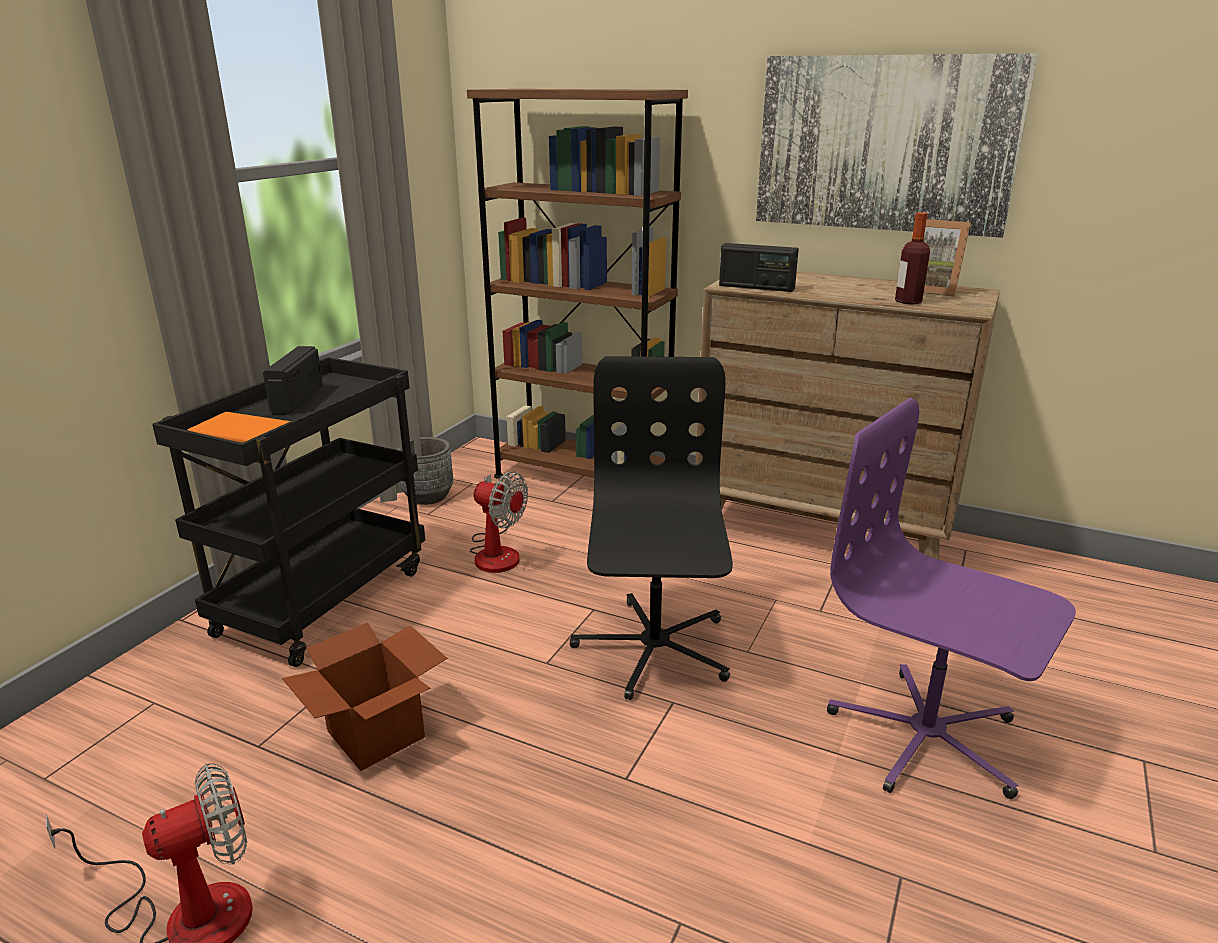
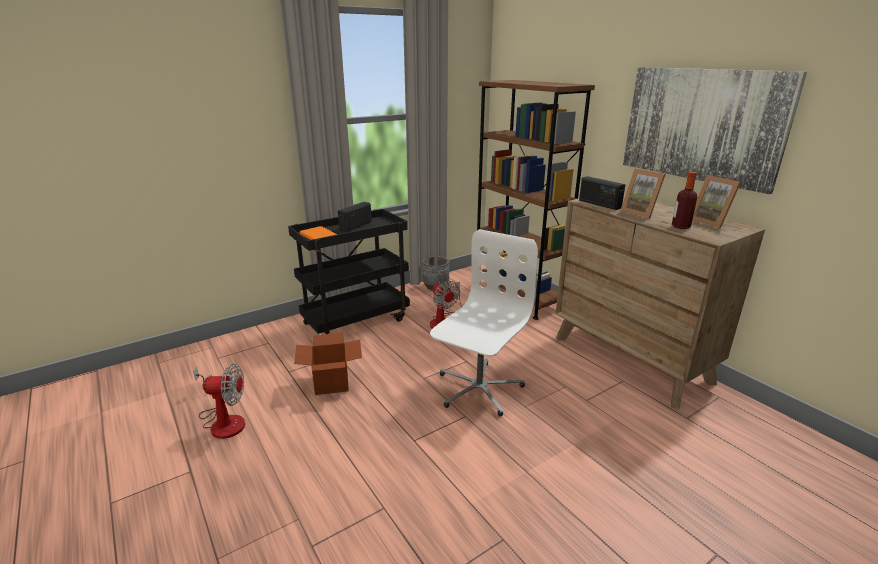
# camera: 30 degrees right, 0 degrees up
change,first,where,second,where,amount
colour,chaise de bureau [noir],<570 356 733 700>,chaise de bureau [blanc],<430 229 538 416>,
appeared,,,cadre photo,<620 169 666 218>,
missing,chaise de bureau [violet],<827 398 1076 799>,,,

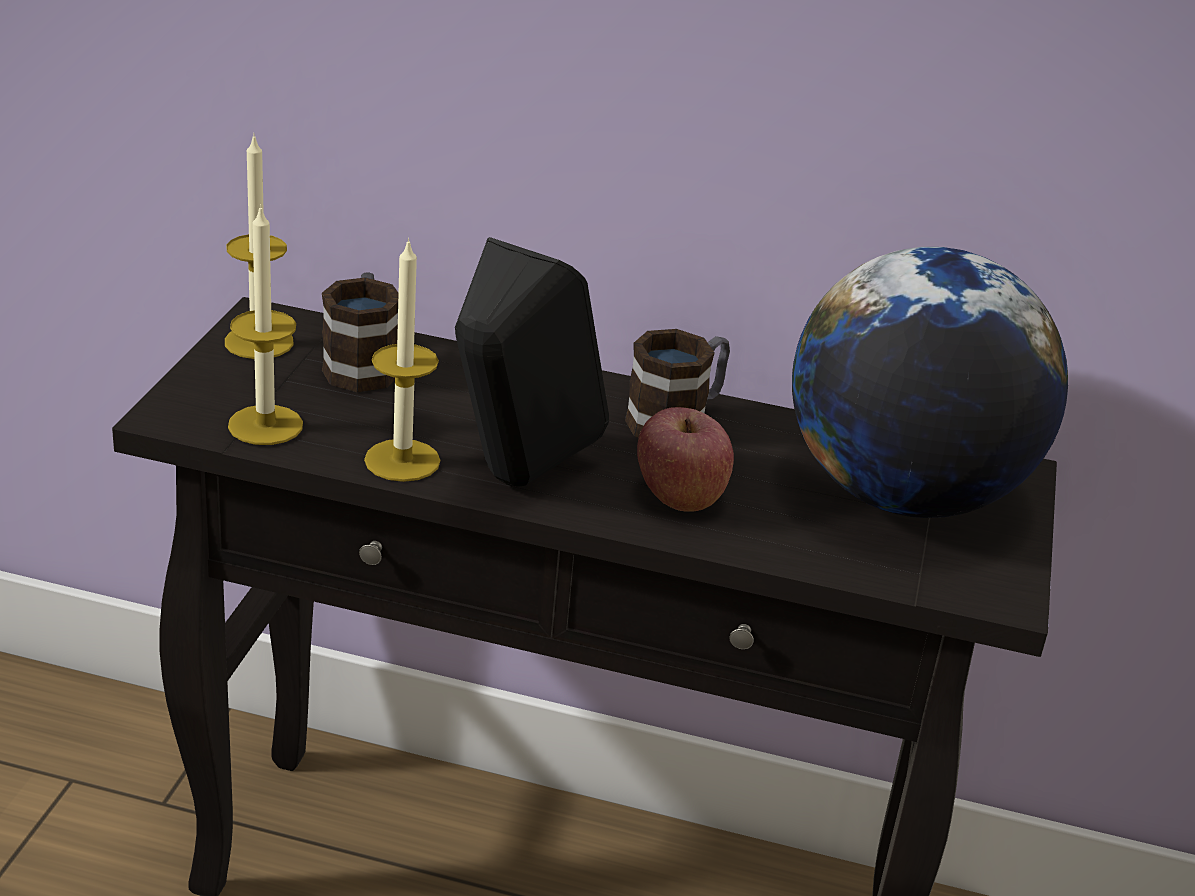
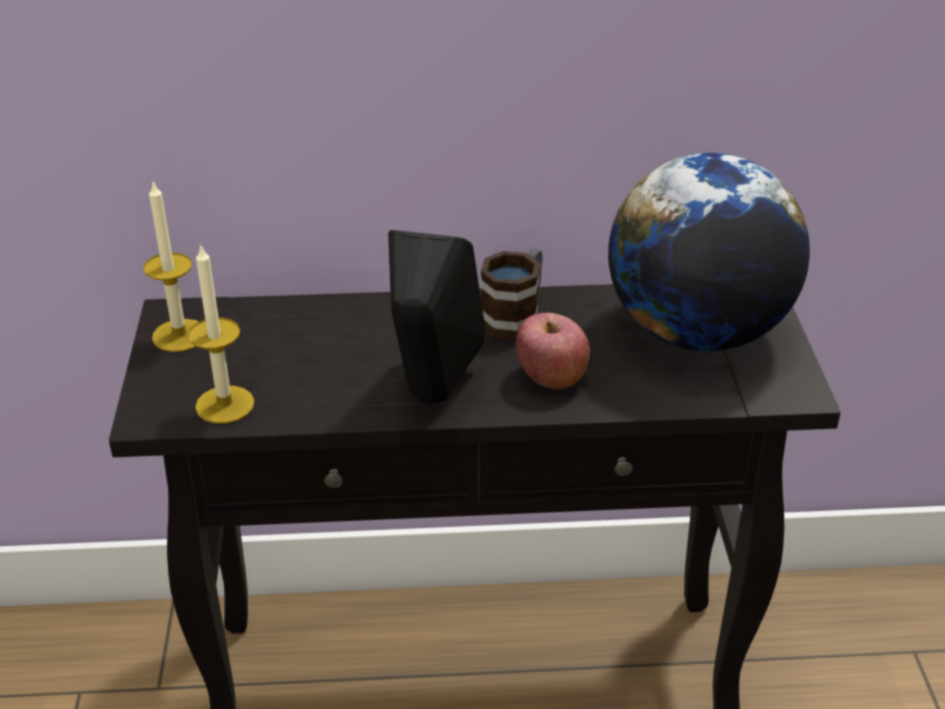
# camera: 15 degrees left, 5 degrees up
change,first,where,second,where,amount
missing,mug,<322 272 399 392>,,,
missing,bougie,<364 238 440 482>,,,

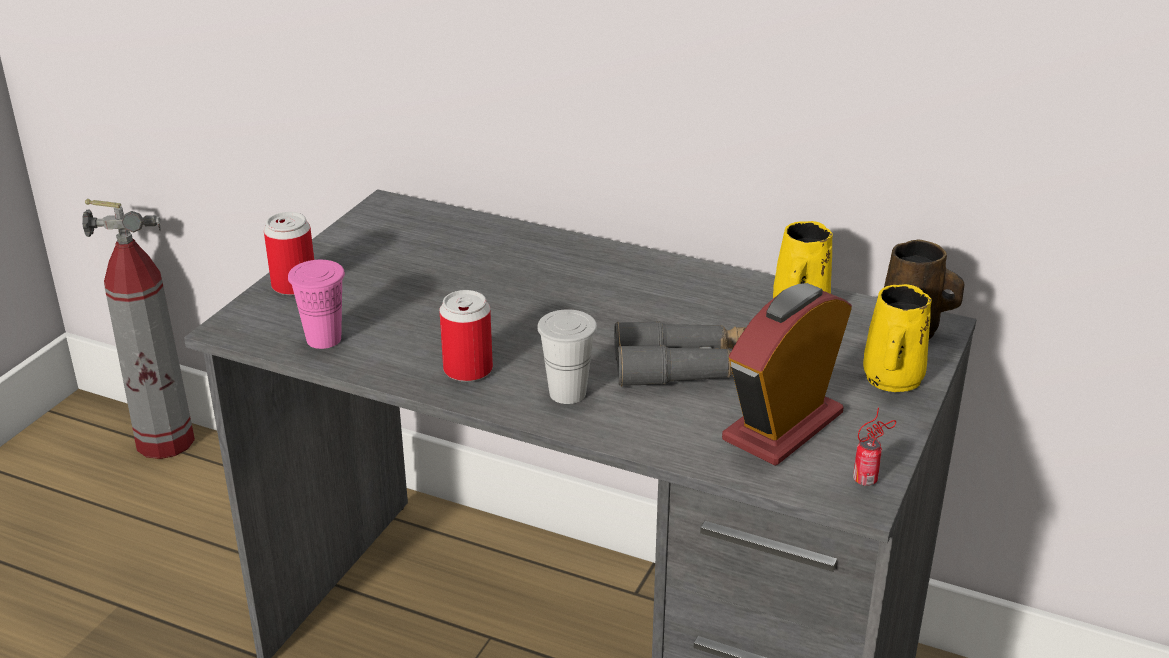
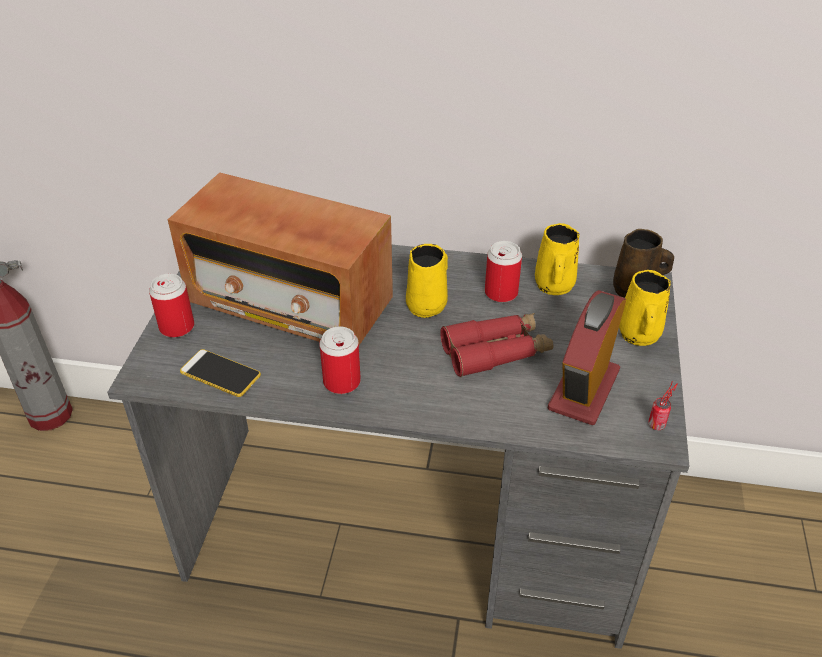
# camera: 15 degrees left, 10 degrees up
change,first,where,second,where,amount
appeared,,,radio,<168 172 393 345>,
exchanged,tasse [rose],<288 260 345 349>,téléphone,<180 349 261 397>,
appeared,,,mug [jaune],<406 244 448 318>,
colour,jumelles [gris],<614 321 746 387>,jumelles [rouge],<440 313 553 377>,
appeared,,,boîte métallique,<485 241 522 303>,
missing,tasse [blanc],<537 309 597 404>,,,

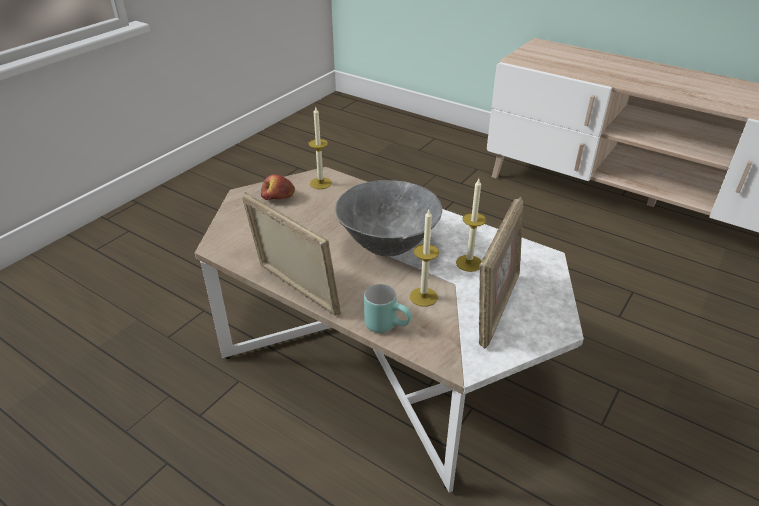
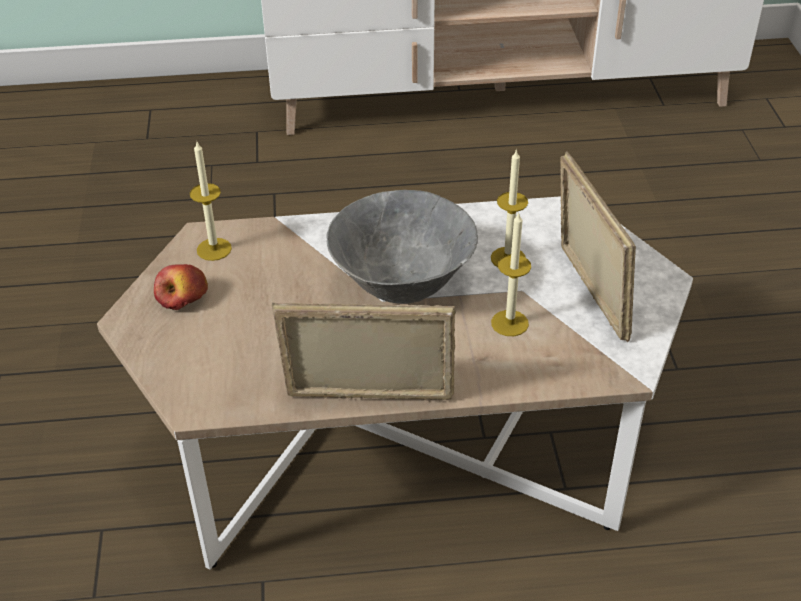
# camera: 40 degrees left, 5 degrees up
change,first,where,second,where,amount
missing,mug [turquoise],<364 284 411 333>,,,

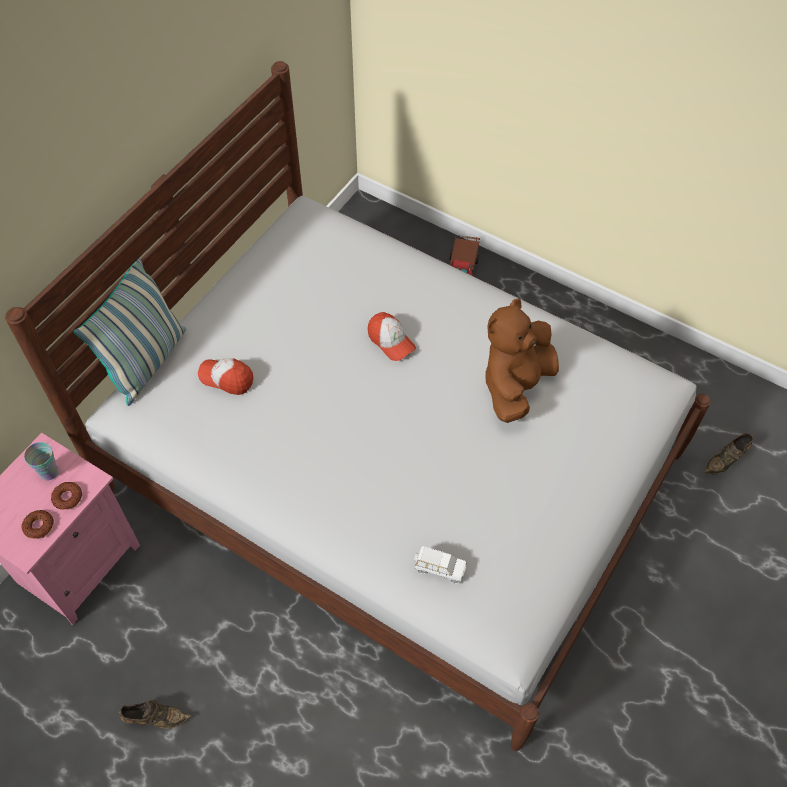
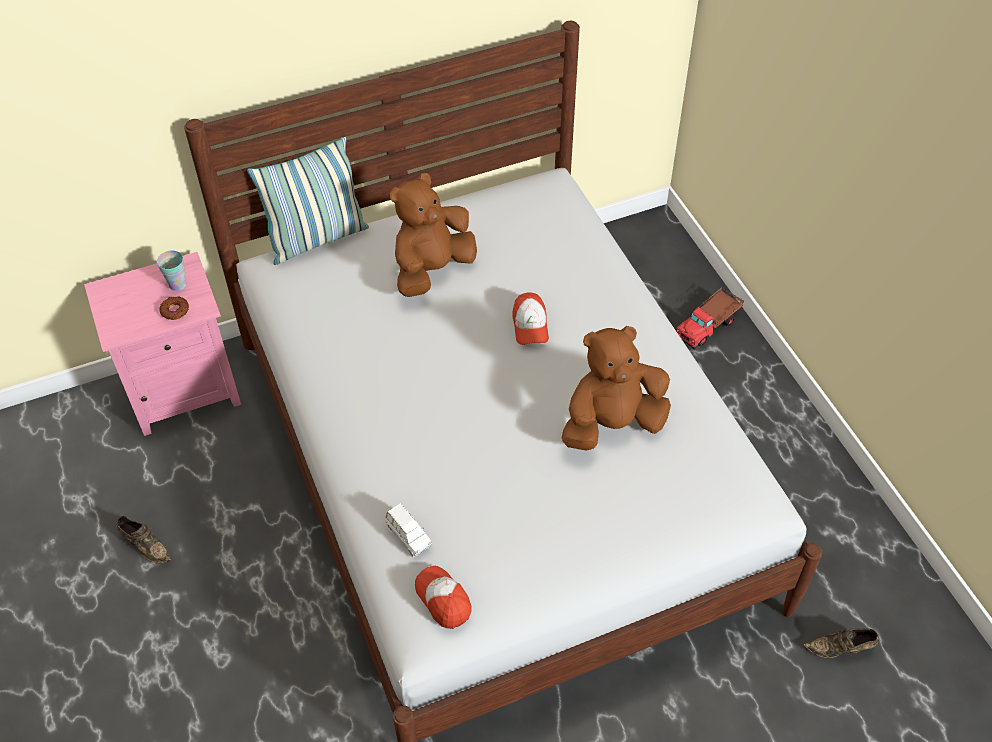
# camera: 35 degrees right, 5 degrees down
change,first,where,second,where,amount
appeared,,,peluche [marron],<390 173 477 297>,
relocated,casquette,<198 358 253 395>,,<415 566 472 629>,
missing,beignet,<22 510 54 539>,,,

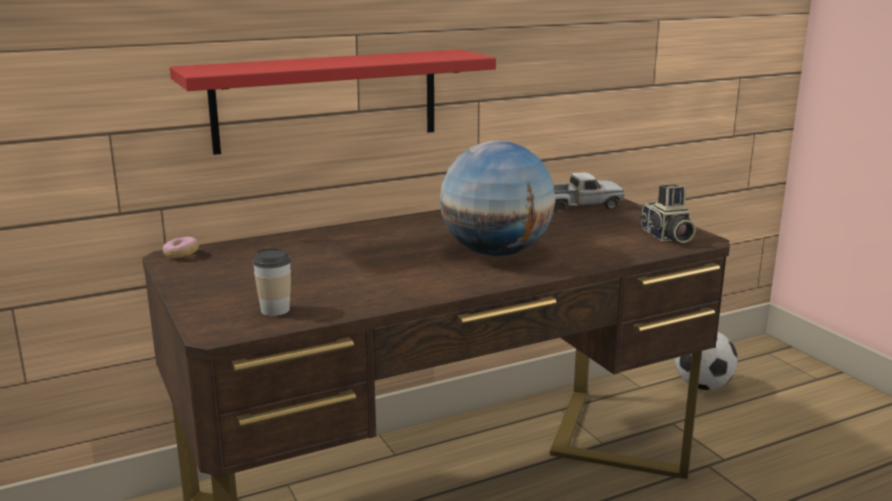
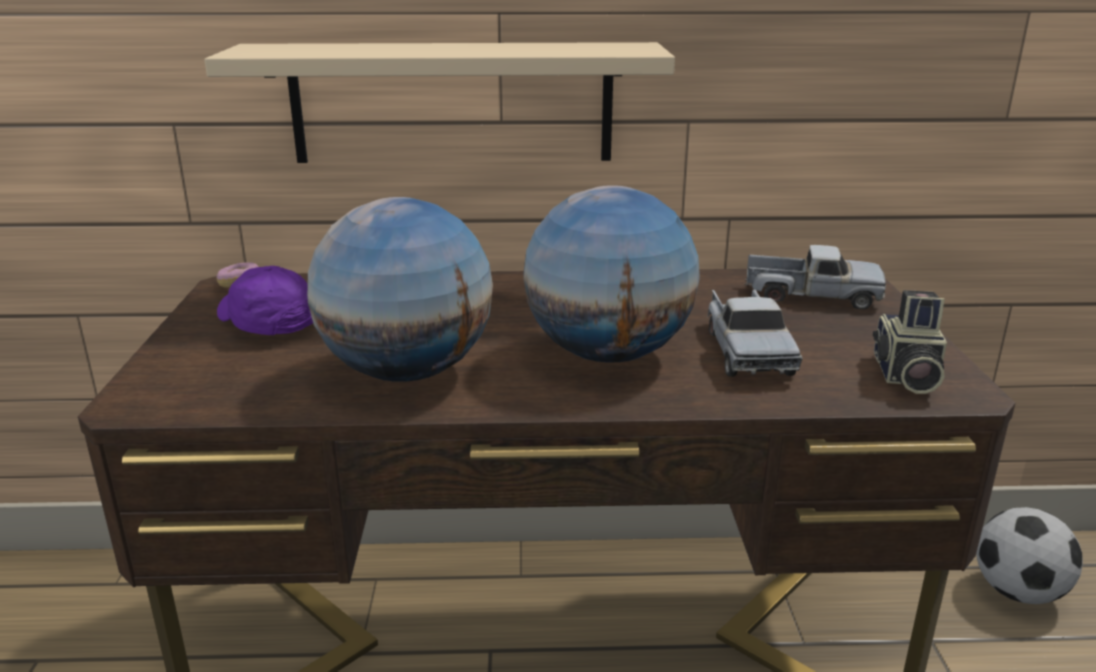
# camera: 25 degrees right, 5 degrees up
change,first,where,second,where,amount
colour,étagère [rouge],<170 49 496 155>,étagère [beige],<204 42 675 163>,
appeared,,,casquette [violet],<217 266 313 335>,
appeared,,,globe,<307 197 493 382>,
appeared,,,camion jouet,<708 289 803 377>,
missing,tasse,<252 248 291 316>,,,

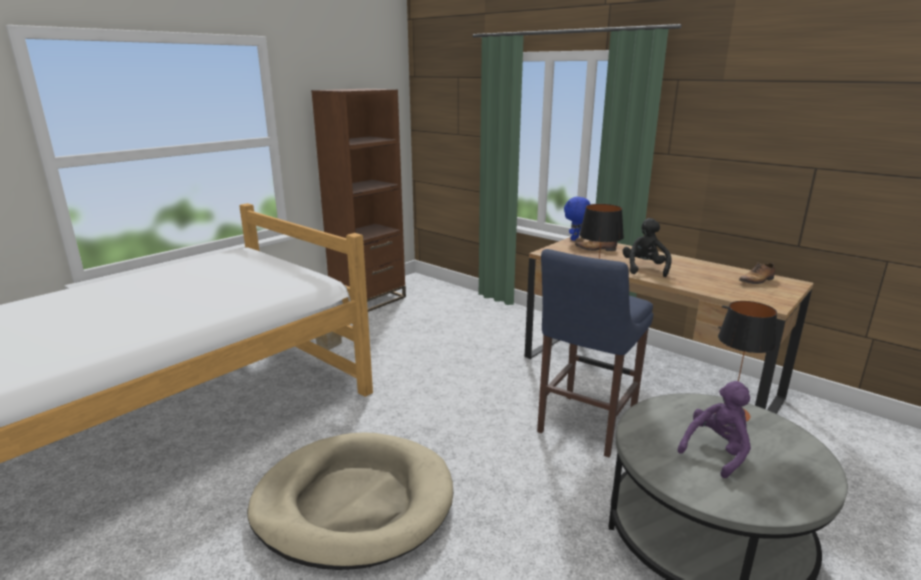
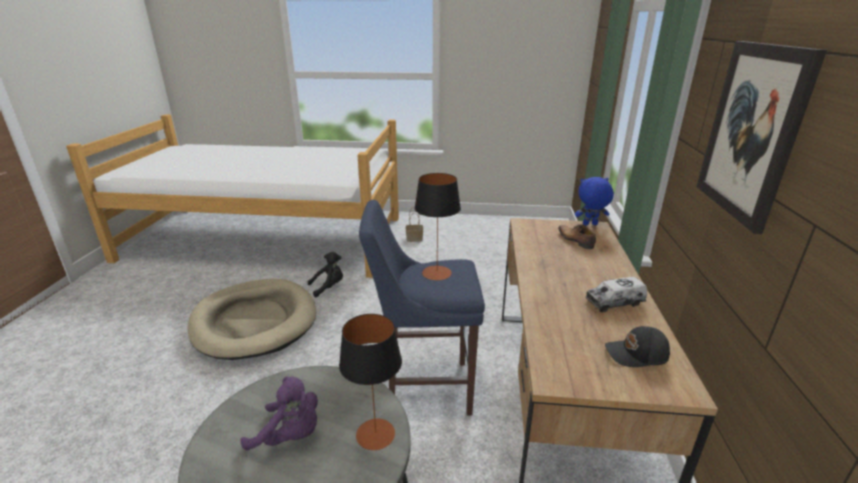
# camera: 55 degrees right, 5 degrees up
change,first,where,second,where,amount
relocated,peluche [noir],<623 218 672 277>,,<308 252 343 297>,
appeared,,,camion jouet,<585 277 647 312>,
exchanged,chaussure,<739 263 775 284>,casquette [noir],<605 326 670 367>,
appeared,,,tableau,<696 41 827 234>,
missing,bibliothèque [marron],<311 89 406 312>,,,

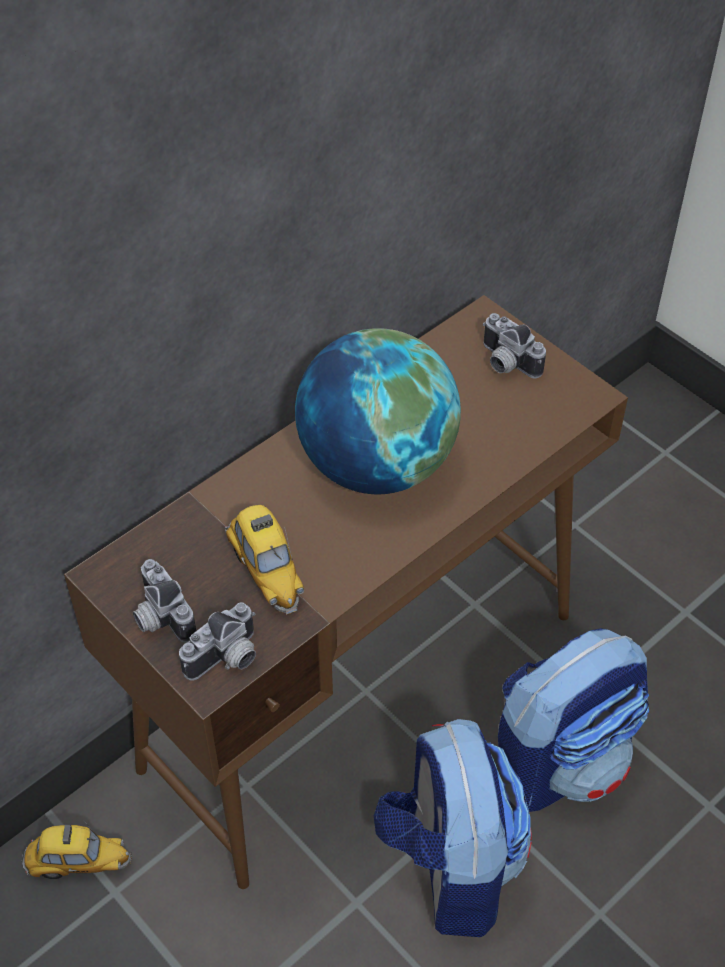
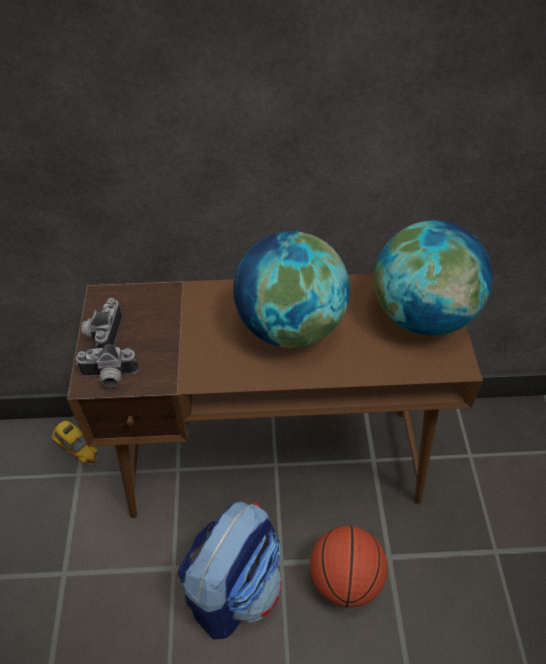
# camera: 40 degrees right, 0 degrees up
change,first,where,second,where,amount
exchanged,sac à dos,<498 628 649 812>,ballon de basket,<310 526 388 608>,
exchanged,appareil photo,<483 313 546 378>,globe,<374 220 492 336>,
missing,petite voiture,<225 505 304 615>,,,

